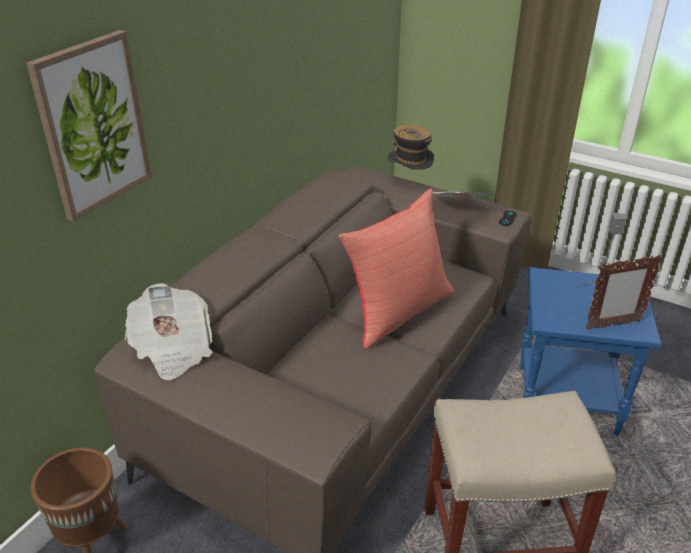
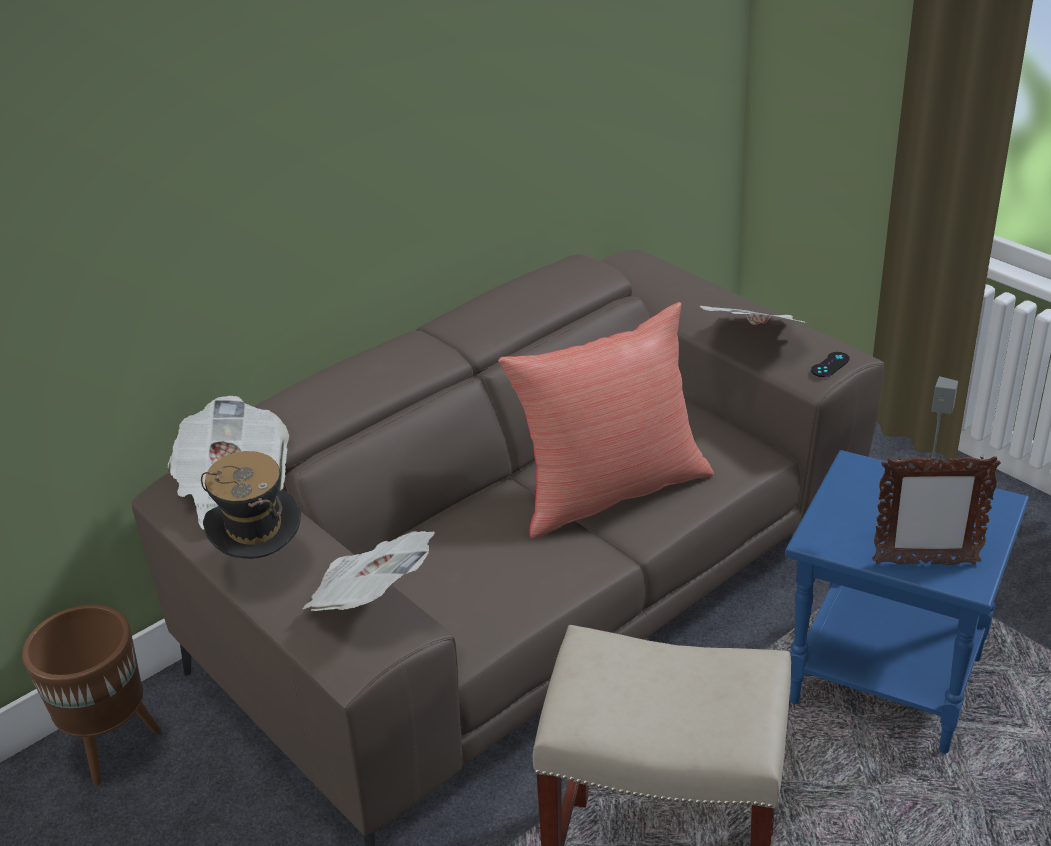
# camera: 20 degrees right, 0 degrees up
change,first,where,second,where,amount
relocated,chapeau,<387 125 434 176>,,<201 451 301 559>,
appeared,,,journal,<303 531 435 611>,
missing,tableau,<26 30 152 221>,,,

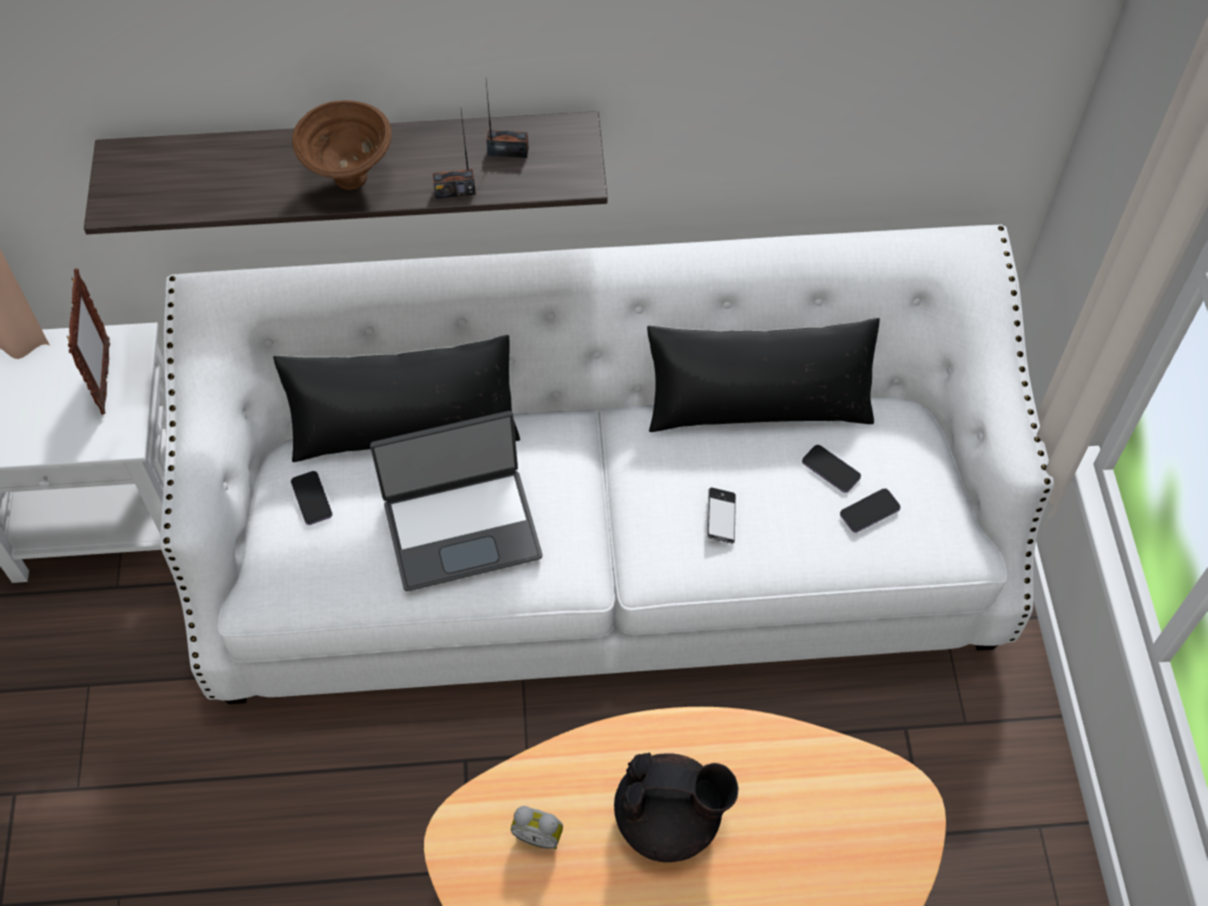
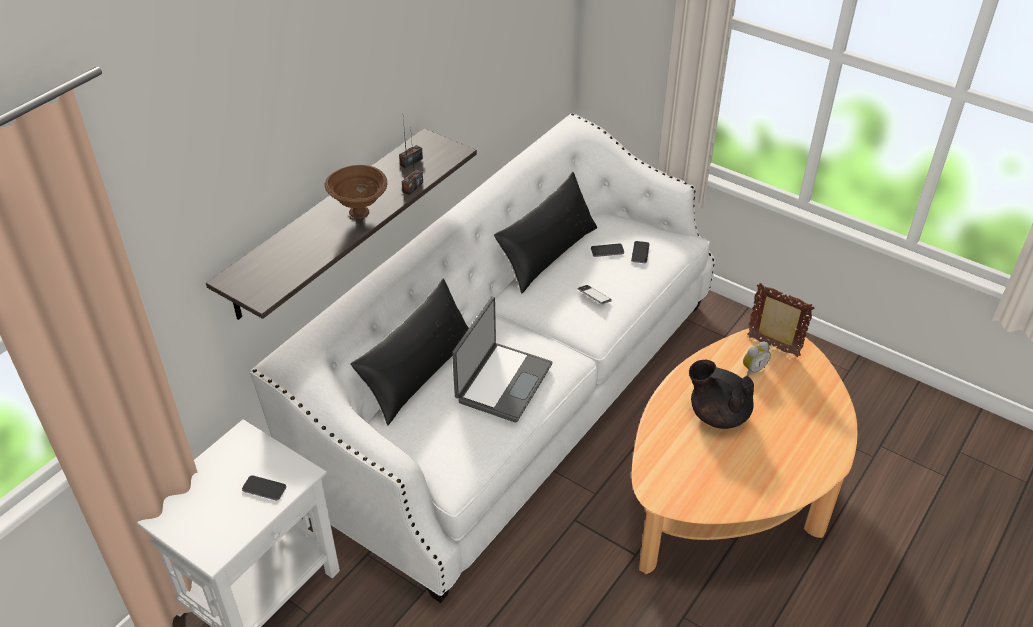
# camera: 50 degrees left, 15 degrees down
change,first,where,second,where,amount
relocated,téléphone,<291 471 332 525>,,<242 475 286 500>,
spun,théière [noir],<614 753 738 862>,,<689 360 754 429>,105 degrees counterclockwise
relocated,réveil,<511 806 563 849>,,<743 342 771 376>,
relocated,cadre photo,<67 269 110 415>,,<747 283 815 357>,

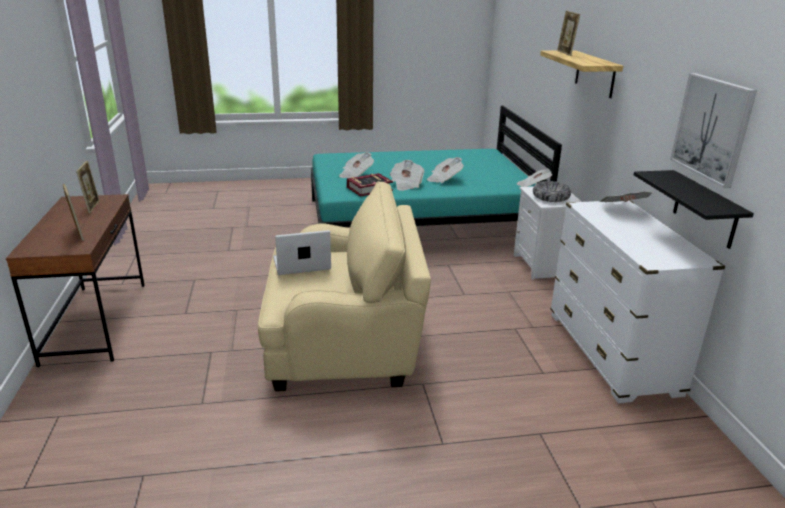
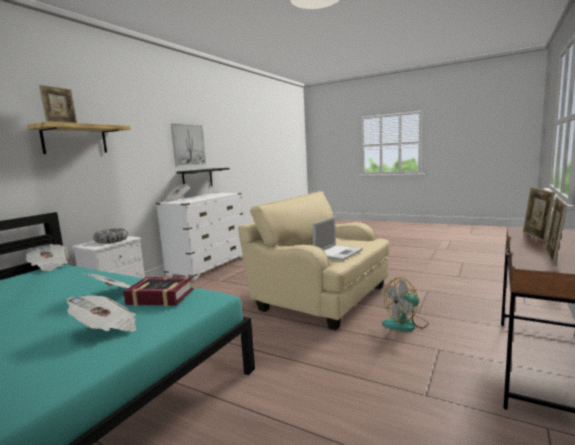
# camera: 140 degrees left, 15 degrees down
change,first,where,second,where,amount
spun,ordinateur portable,<273 230 331 275>,,<312 217 363 261>,75 degrees counterclockwise
appeared,,,ventilateur,<382 277 429 332>,
missing,journal,<427 157 463 183>,,,

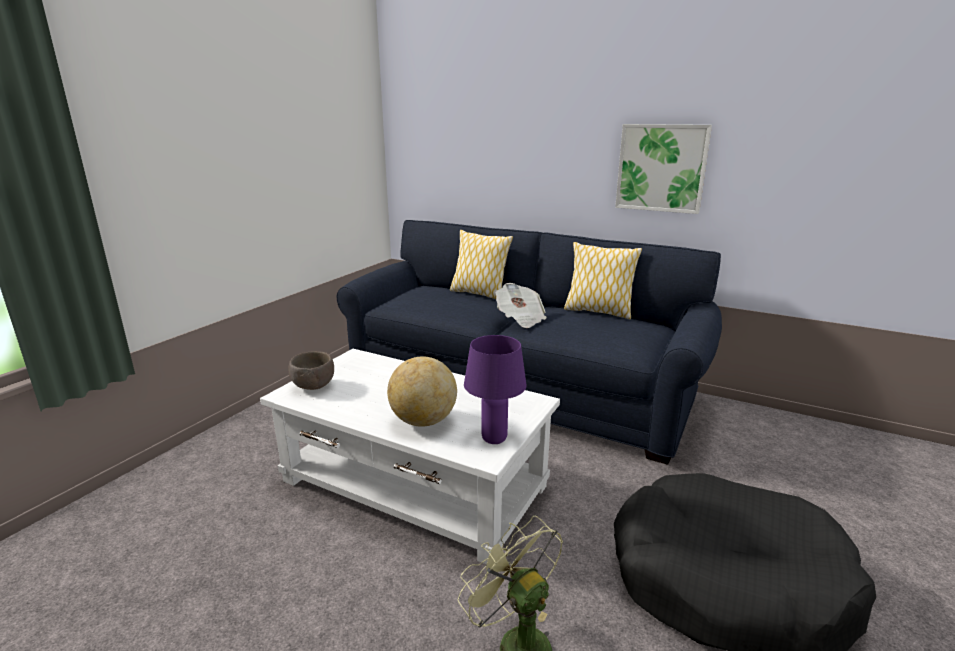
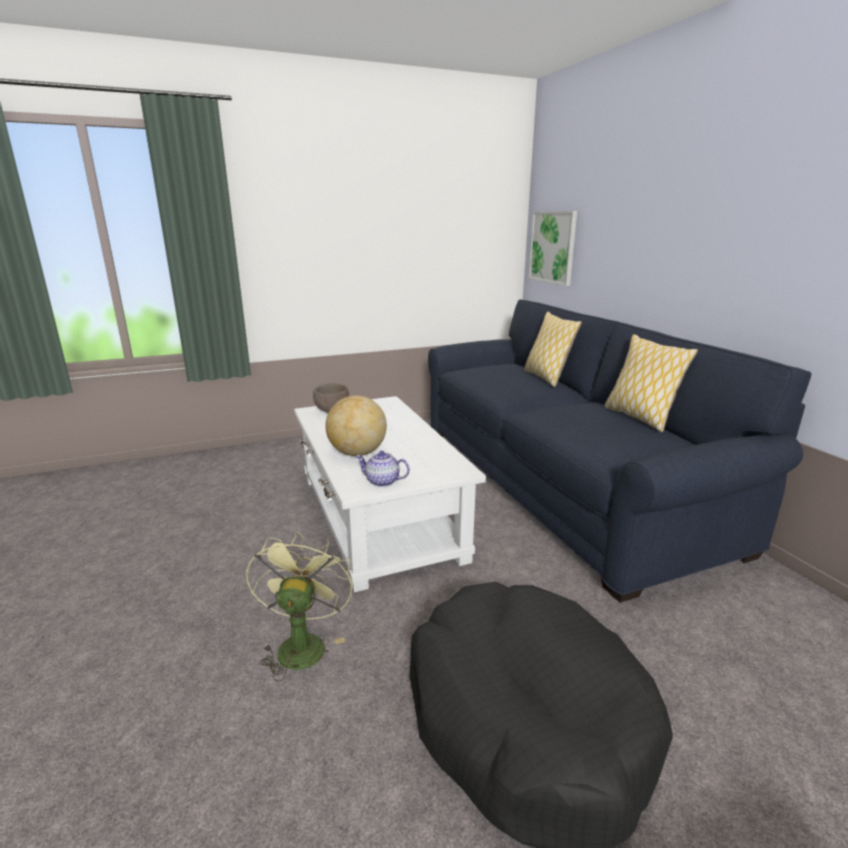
# camera: 40 degrees right, 0 degrees up
change,first,where,second,where,amount
exchanged,lampe de table [violet],<464 335 527 444>,théière,<355 451 410 487>,
relocated,tableau,<615 124 712 214>,,<528 211 577 286>,
missing,journal,<496 283 547 328>,,,

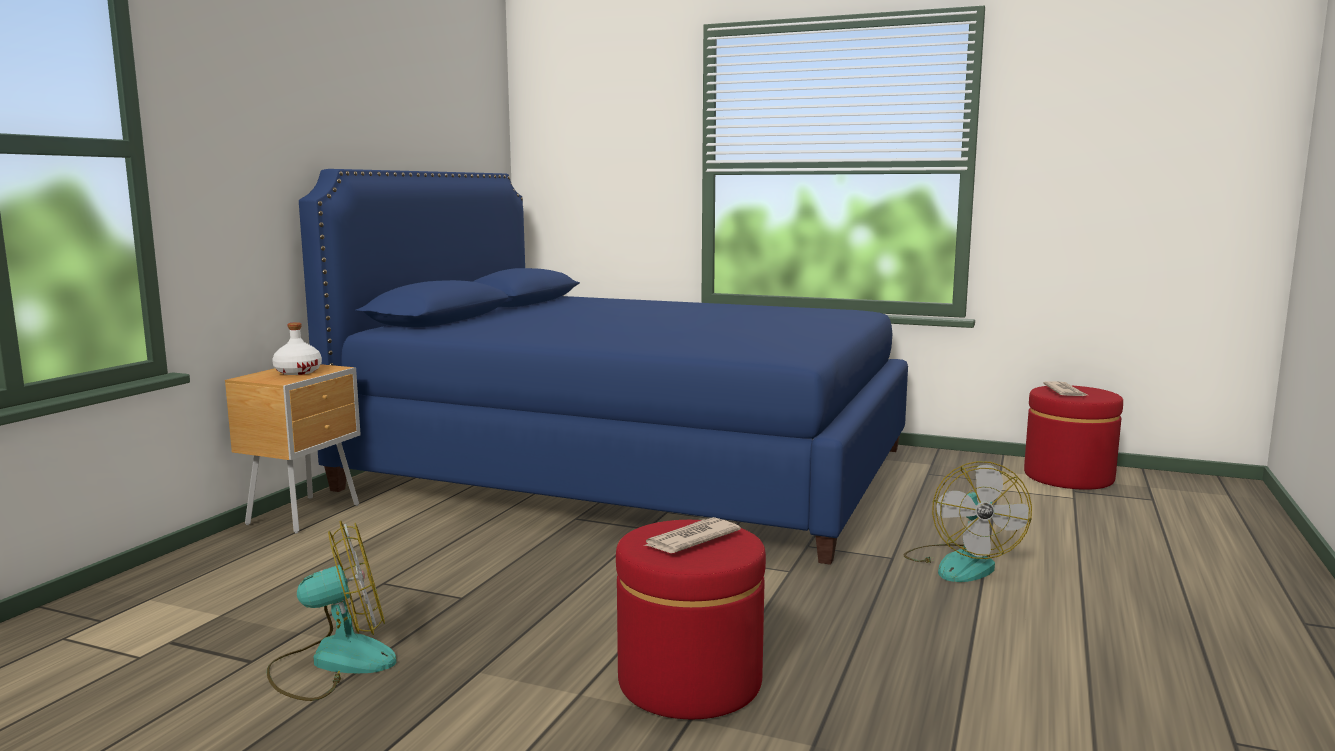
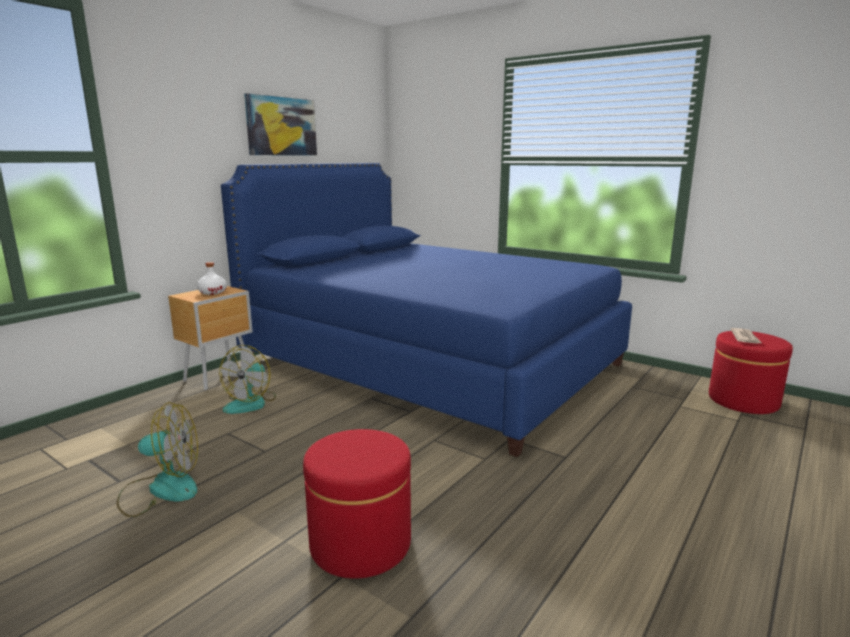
# camera: 15 degrees right, 5 degrees up
change,first,where,second,where,amount
relocated,ventilateur,<903 461 1032 582>,,<219 345 276 414>,
appeared,,,tableau,<244 93 317 155>,
missing,journal,<644 517 741 553>,,,

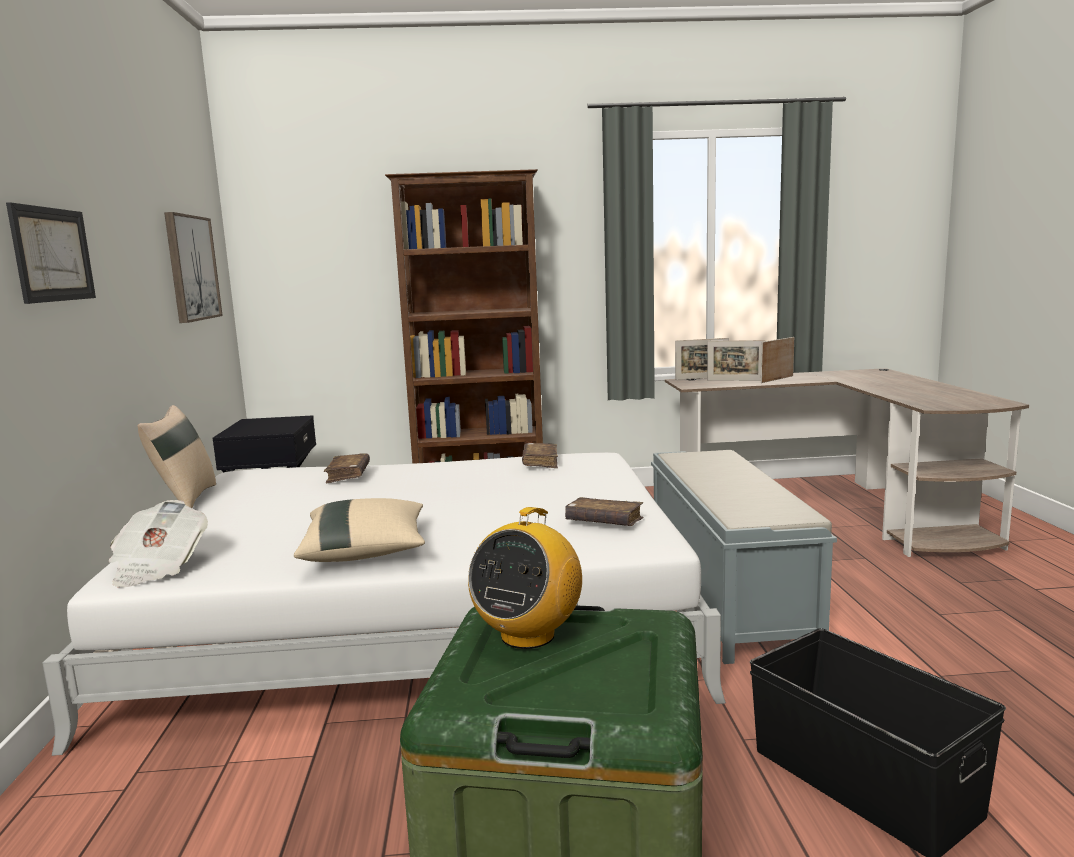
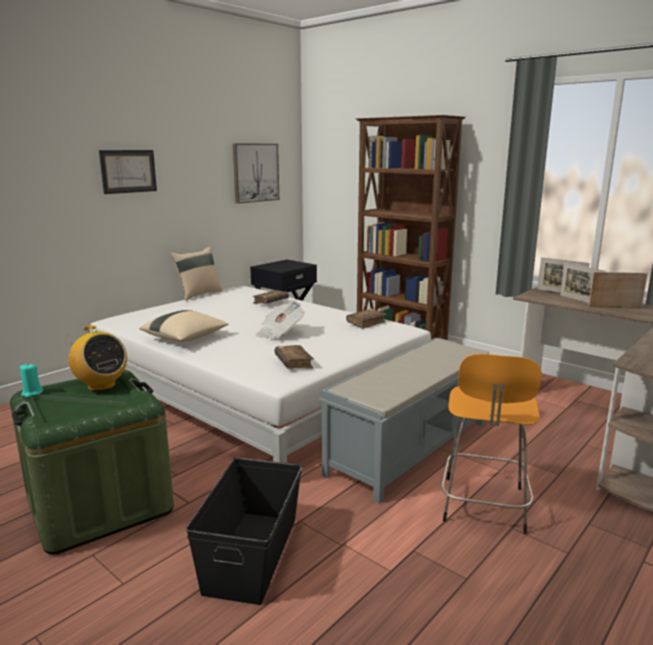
# camera: 45 degrees right, 5 degrees up
change,first,where,second,where,amount
appeared,,,bougie [turquoise],<20 363 43 397>,
spun,radio,<468 507 582 649>,,<67 325 127 391>,120 degrees counterclockwise
relocated,journal,<109 500 208 587>,,<256 302 305 338>,
appeared,,,tabouret [orange],<441 354 542 534>,

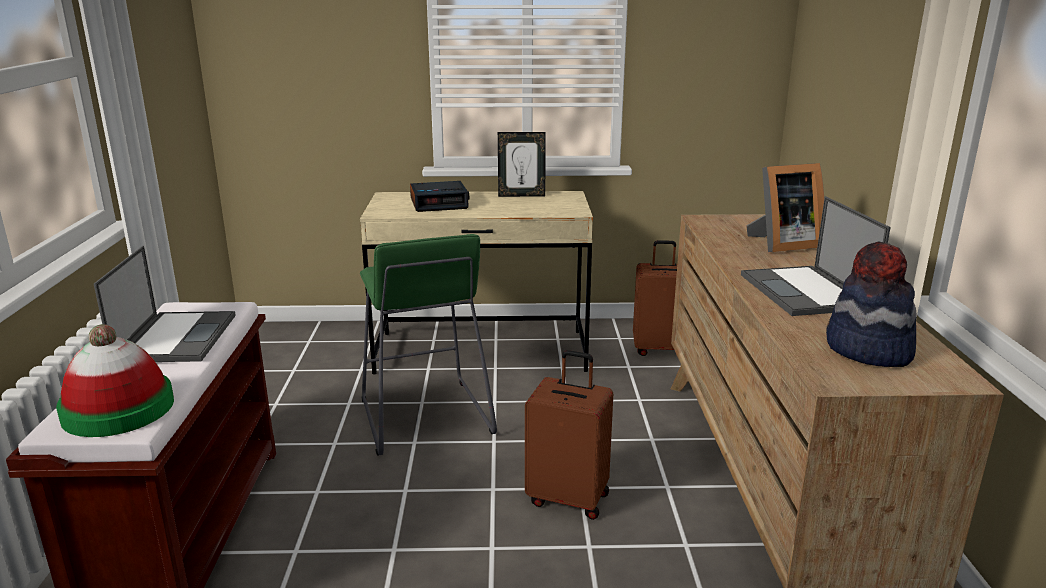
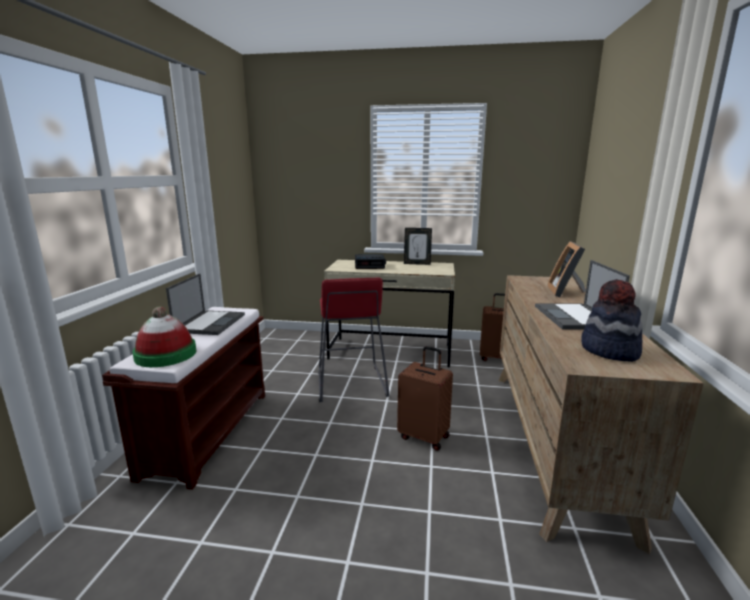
# camera: 10 degrees right, 5 degrees down
change,first,where,second,where,amount
colour,tabouret [vert],<360 234 497 456>,tabouret [rouge],<318 277 389 402>,
spun,cadre photo,<746 163 824 252>,,<547 241 586 297>,105 degrees clockwise

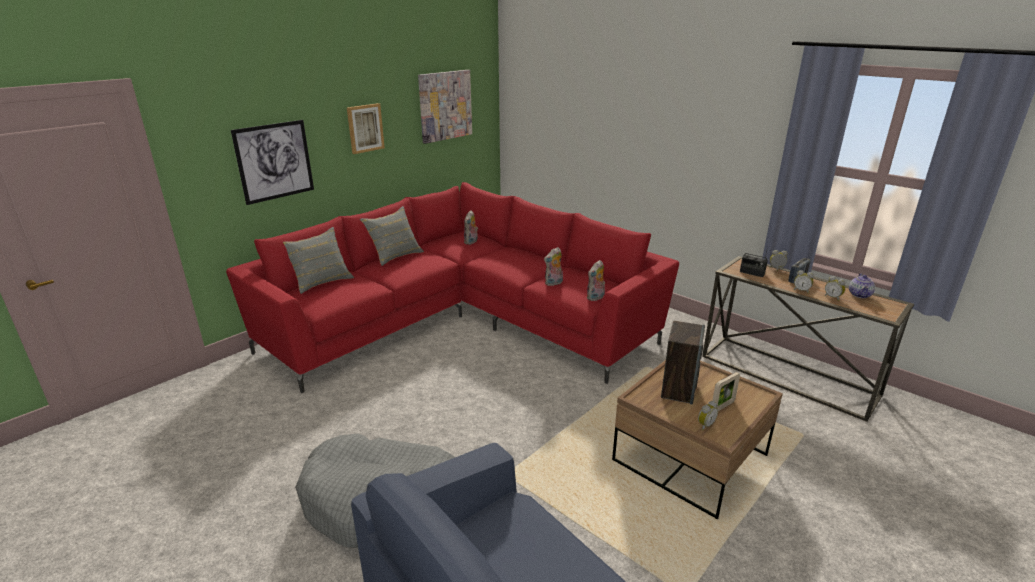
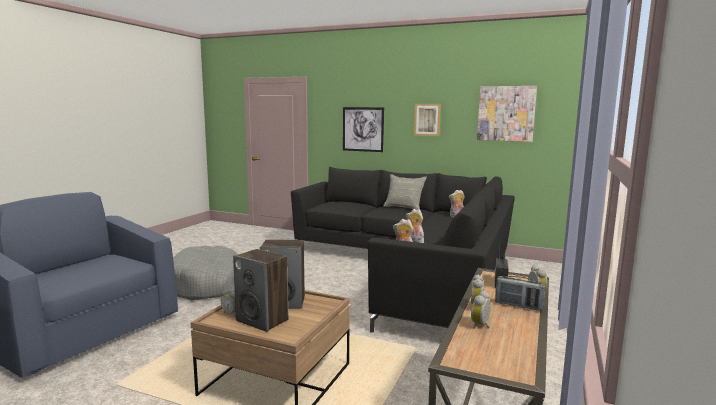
# camera: 70 degrees right, 15 degrees down
change,first,where,second,where,amount
exchanged,cadre photo,<712 372 740 411>,enceinte,<233 249 288 332>,
colour,canapé [rouge],<226 182 679 393>,canapé [noir],<291 167 515 333>,
missing,coussin [gris],<283 227 354 294>,,,
missing,théière,<849 273 875 298>,,,

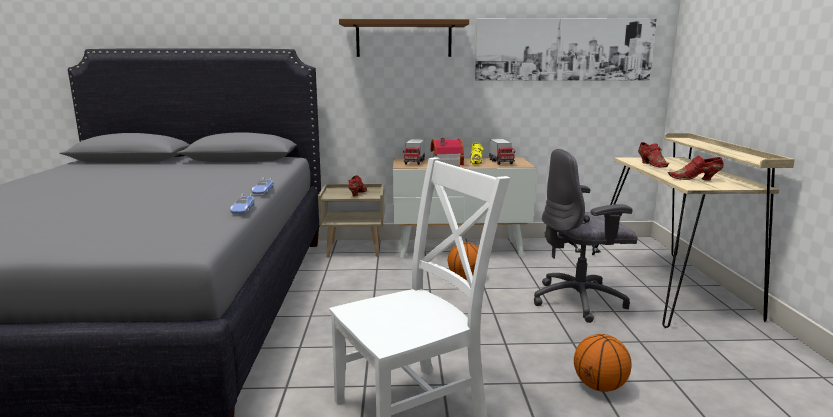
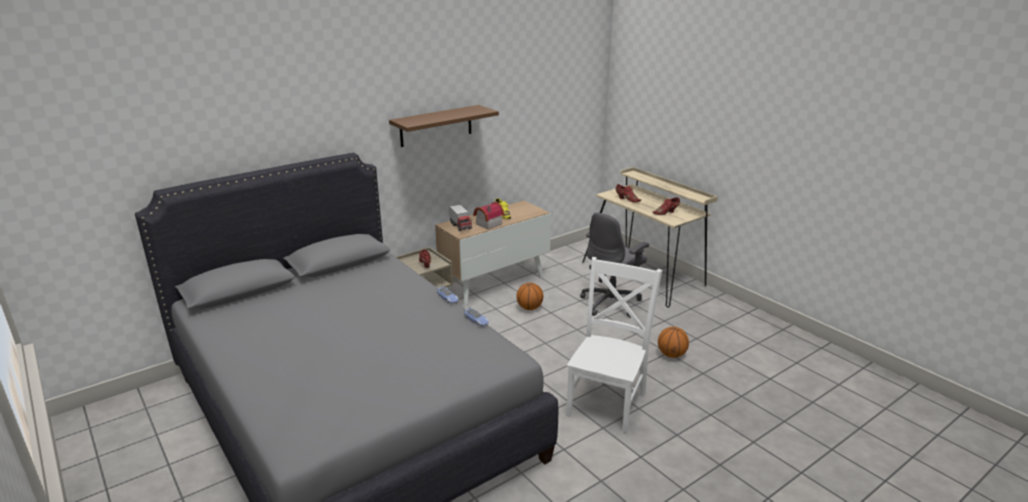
# camera: 35 degrees left, 10 degrees up
change,first,where,second,where,amount
missing,tableau,<475 18 657 81>,,,
missing,camion jouet,<489 139 515 165>,,,

